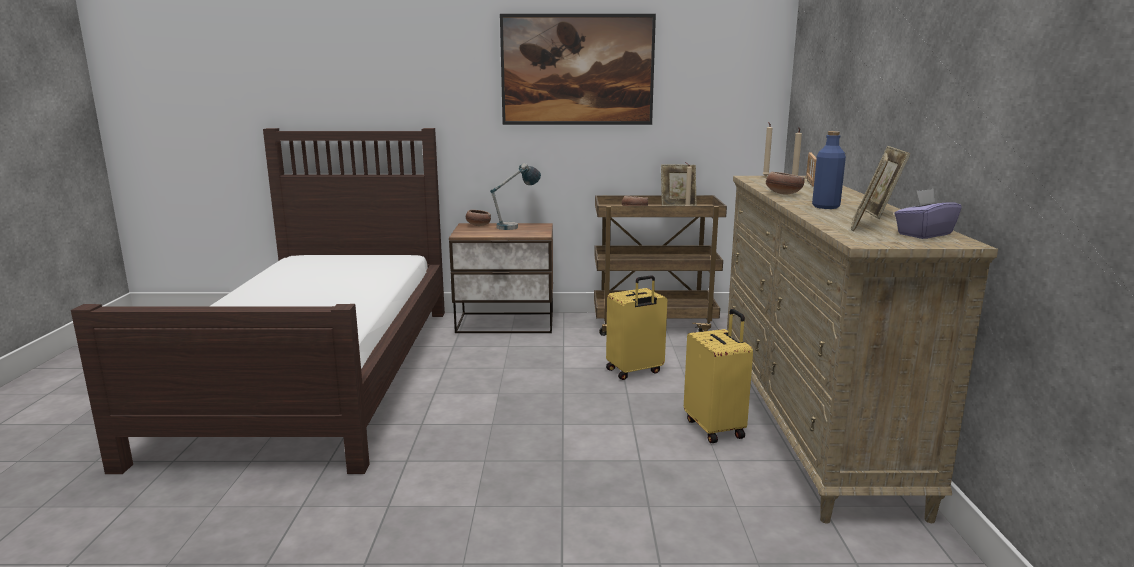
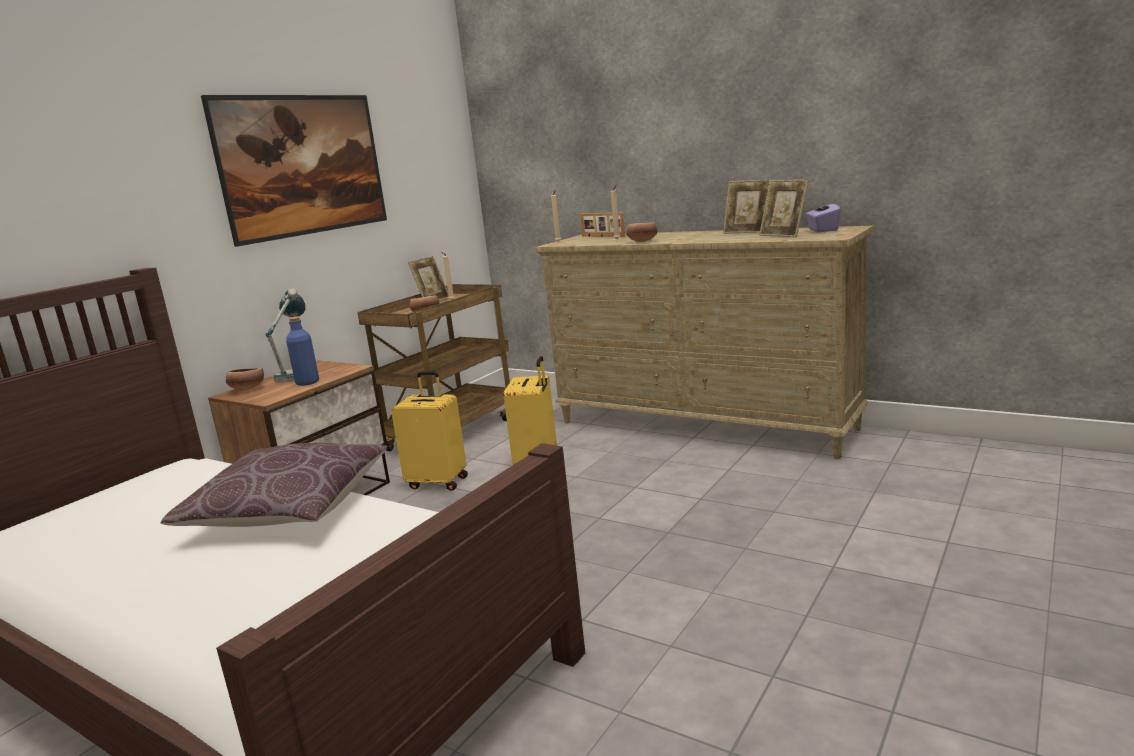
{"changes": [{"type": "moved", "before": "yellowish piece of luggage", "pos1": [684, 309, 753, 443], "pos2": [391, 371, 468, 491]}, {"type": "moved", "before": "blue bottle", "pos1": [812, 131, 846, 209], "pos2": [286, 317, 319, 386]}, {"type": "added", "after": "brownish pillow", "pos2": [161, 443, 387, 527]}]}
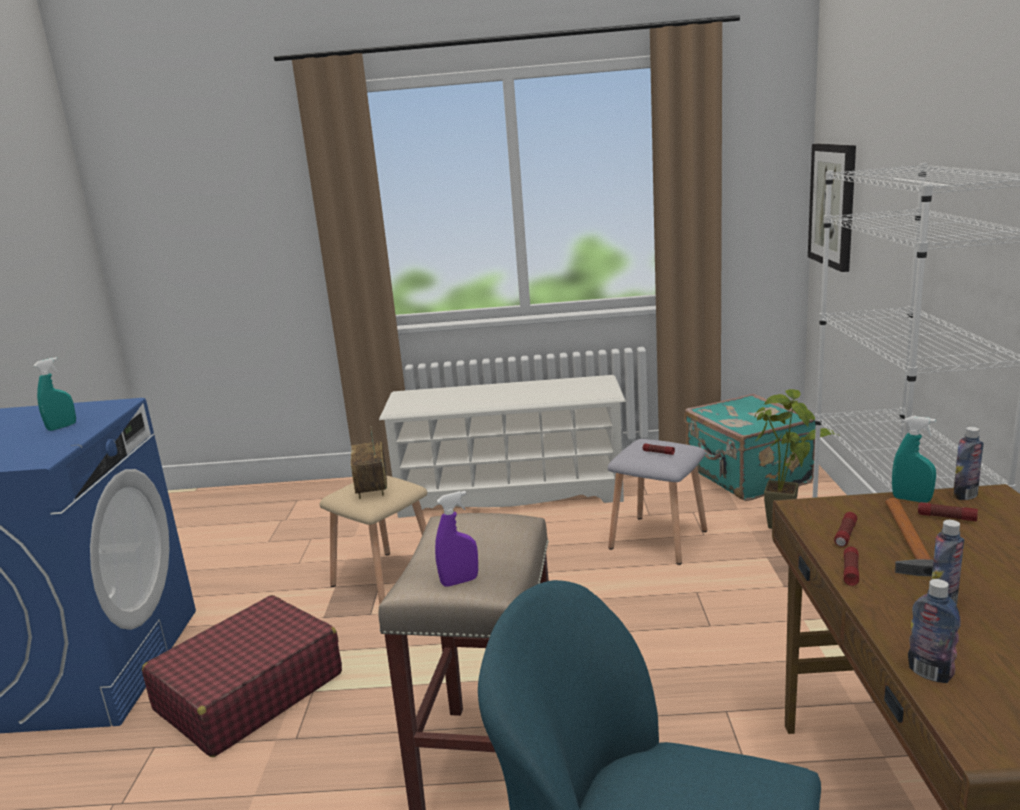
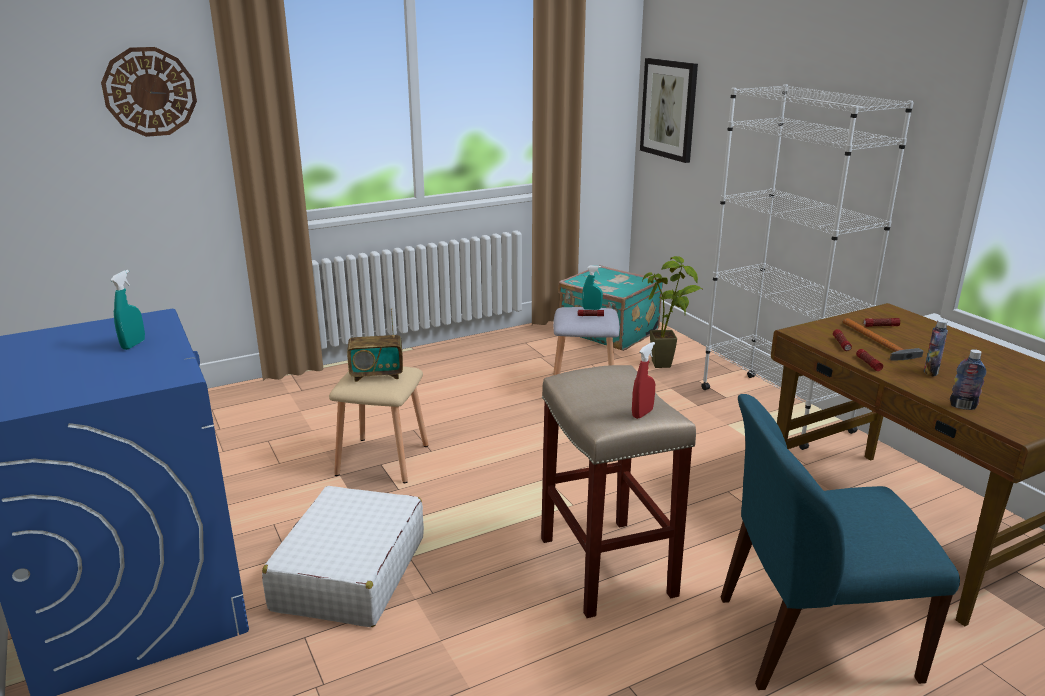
{"changes": [{"type": "recoloured", "before": "reddish piece of luggage", "after": "white-coloured piece of luggage", "pos1": [142, 595, 342, 757], "pos2": [262, 486, 424, 627]}, {"type": "turned", "before": "radio", "pos1": [351, 426, 387, 499], "pos2": [347, 308, 403, 382], "turn": -60}, {"type": "removed", "before": "white-coloured shoe shelf", "pos1": [379, 375, 626, 518]}, {"type": "recoloured", "before": "purple sprayer", "after": "reddish sprayer", "pos1": [435, 491, 478, 587], "pos2": [632, 342, 655, 419]}, {"type": "moved", "before": "turquoise-coloured sprayer", "pos1": [892, 416, 936, 503], "pos2": [582, 265, 603, 310]}, {"type": "removed", "before": "bottle", "pos1": [953, 427, 984, 500]}, {"type": "added", "after": "hanging clock", "pos2": [101, 47, 197, 137]}]}
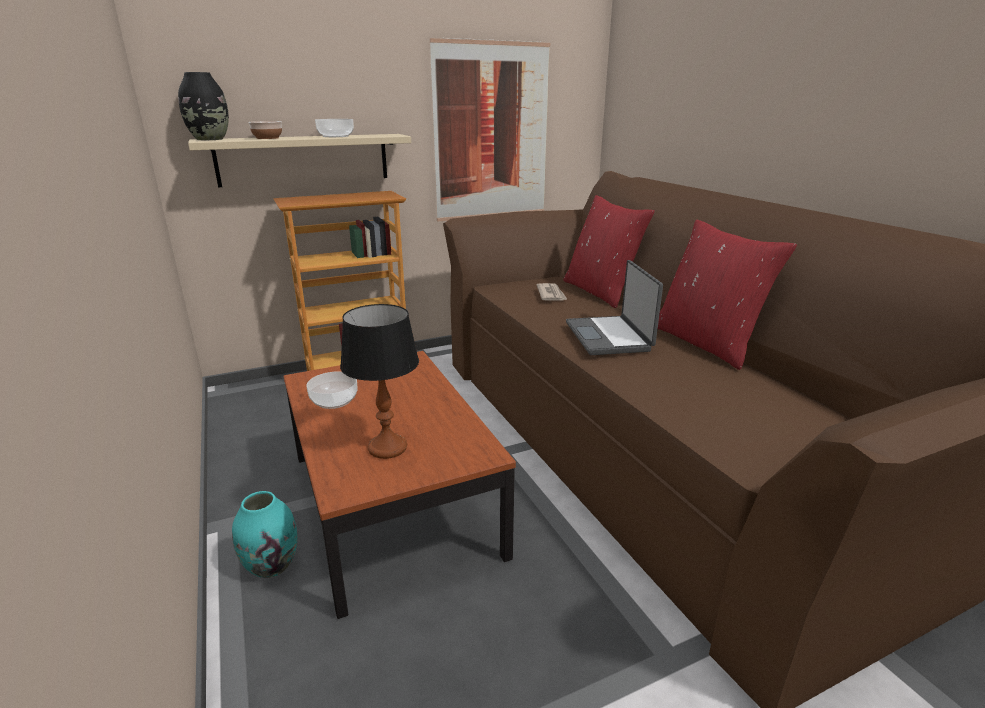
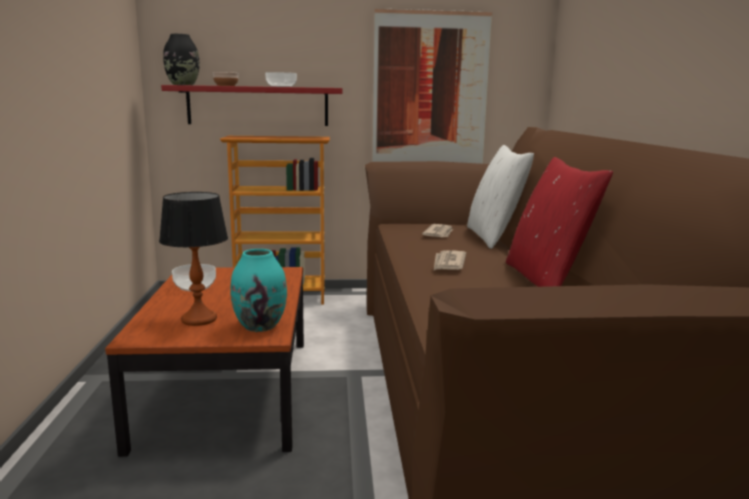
{"changes": [{"type": "recoloured", "before": "beige-coloured bracket shelf", "after": "reddish bracket shelf", "pos1": [188, 134, 411, 187], "pos2": [161, 85, 342, 126]}, {"type": "moved", "before": "turquoise-coloured vase", "pos1": [232, 491, 297, 578], "pos2": [230, 249, 287, 332]}, {"type": "recoloured", "before": "reddish pillow", "after": "white-coloured pillow", "pos1": [563, 195, 655, 308], "pos2": [467, 145, 534, 249]}, {"type": "replaced", "before": "notebook computer", "after": "printed paper", "pos1": [566, 260, 663, 355], "pos2": [434, 250, 466, 270]}]}
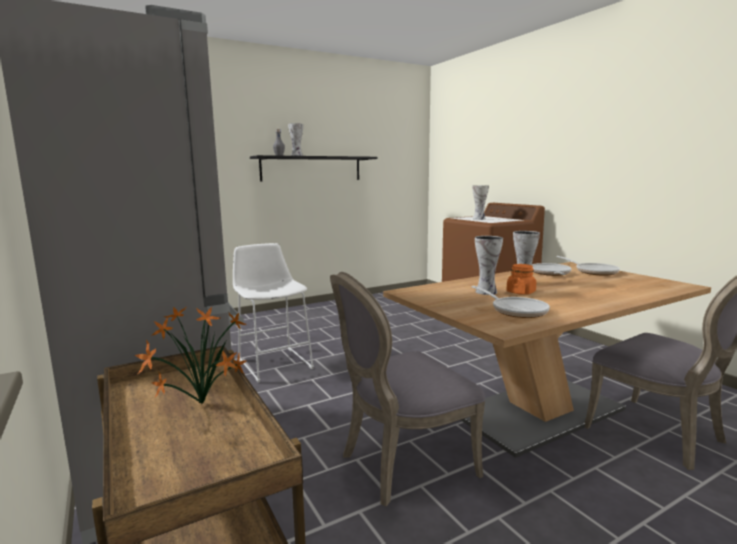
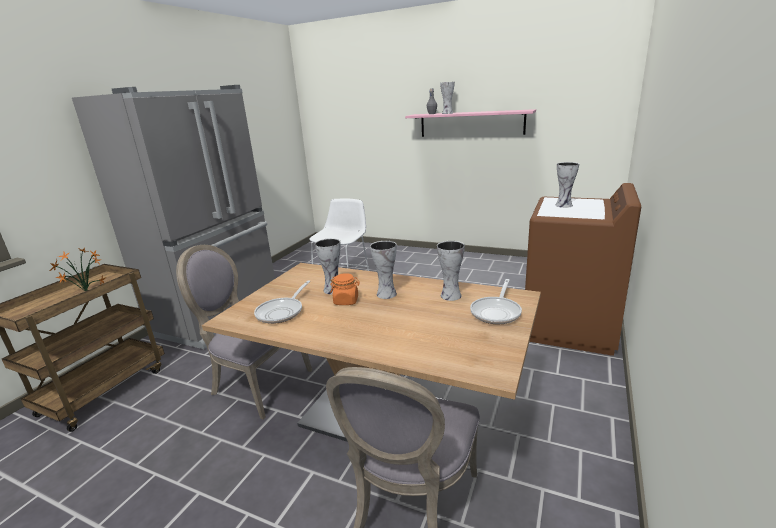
{"changes": [{"type": "recoloured", "before": "black-coloured bracket shelf", "after": "pinkish bracket shelf", "pos1": [250, 155, 378, 181], "pos2": [405, 109, 536, 137]}, {"type": "replaced", "before": "pan", "after": "vase", "pos1": [532, 263, 572, 276], "pos2": [437, 241, 465, 301]}]}
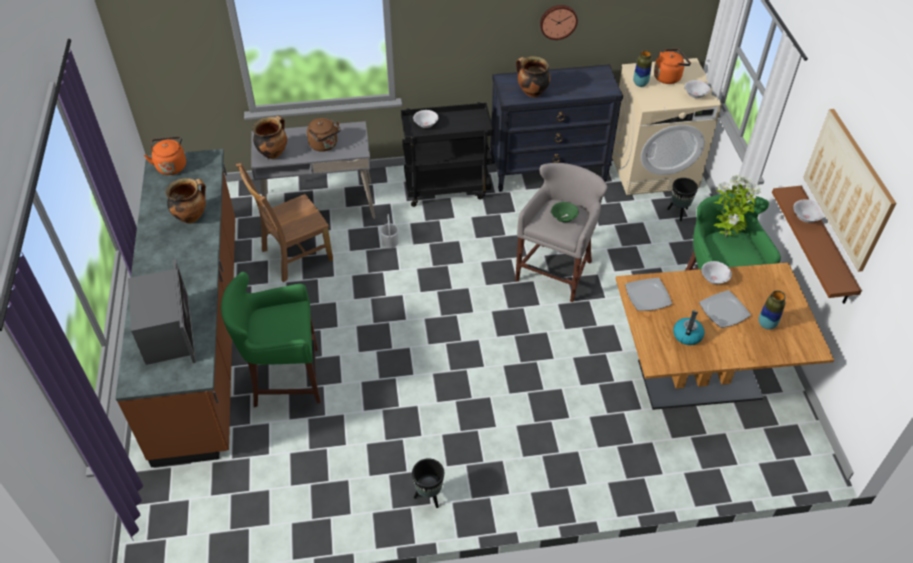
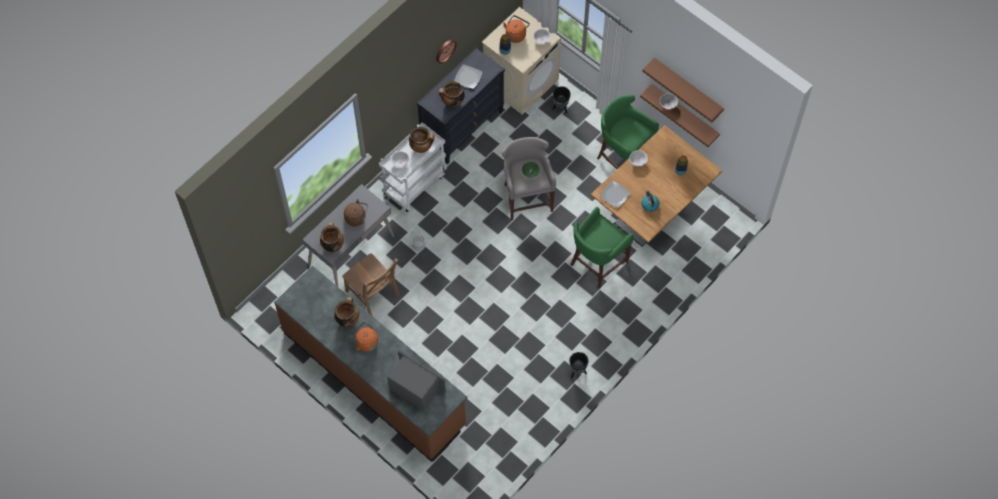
{"changes": [{"type": "moved", "before": "orange-coloured water kettle", "pos1": [144, 136, 186, 175], "pos2": [351, 322, 378, 352]}, {"type": "moved", "before": "green stool seat", "pos1": [221, 272, 321, 407], "pos2": [570, 207, 634, 288]}, {"type": "turned", "before": "brownish upright chair", "pos1": [236, 163, 333, 282], "pos2": [342, 253, 399, 315], "turn": -60}, {"type": "recoloured", "before": "black-coloured cart", "after": "white-coloured cart", "pos1": [401, 102, 493, 207], "pos2": [379, 122, 447, 212]}, {"type": "moved", "before": "plate", "pos1": [699, 290, 751, 328], "pos2": [454, 64, 483, 89]}, {"type": "removed", "before": "houseplant", "pos1": [714, 175, 761, 237]}, {"type": "replaced", "before": "wall art", "after": "brownish bracket shelf", "pos1": [803, 109, 896, 272], "pos2": [642, 58, 724, 122]}, {"type": "added", "after": "stockpot", "pos2": [409, 127, 435, 153]}]}
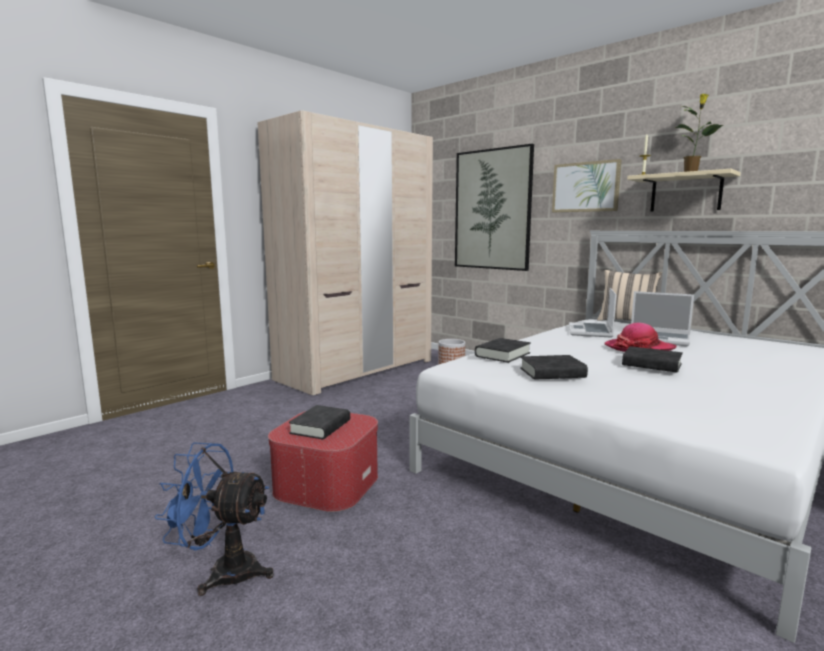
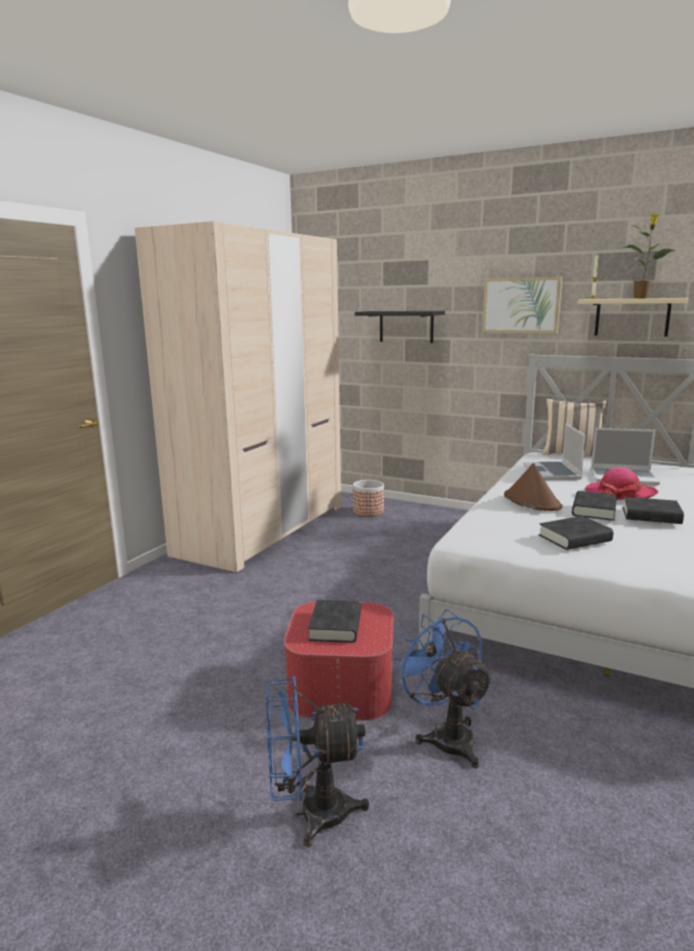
{"changes": [{"type": "replaced", "before": "wall art", "after": "black-coloured bracket shelf", "pos1": [455, 144, 534, 271], "pos2": [355, 311, 445, 343]}, {"type": "moved", "before": "black-coloured bound book", "pos1": [475, 338, 531, 363], "pos2": [572, 491, 617, 521]}, {"type": "added", "after": "blue cooling fan", "pos2": [392, 609, 494, 768]}, {"type": "added", "after": "brownish hat", "pos2": [504, 463, 562, 511]}]}
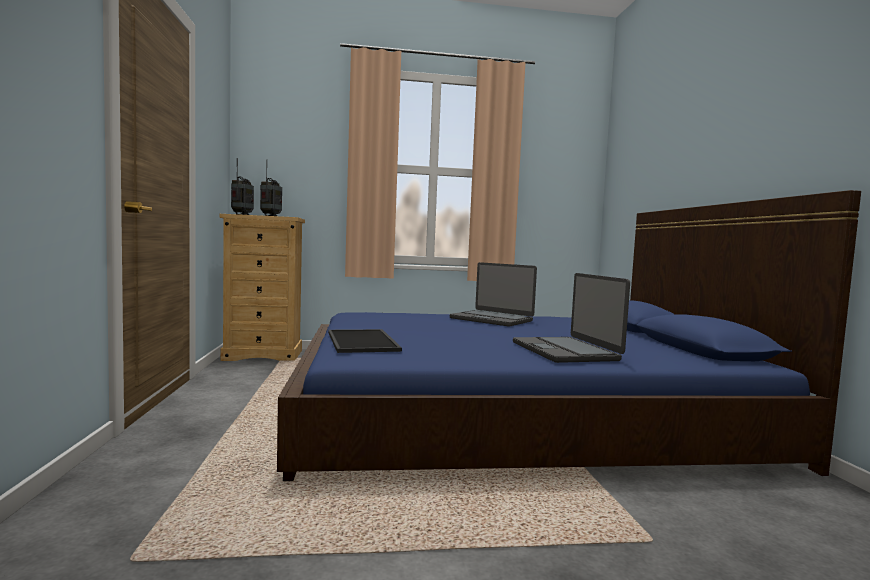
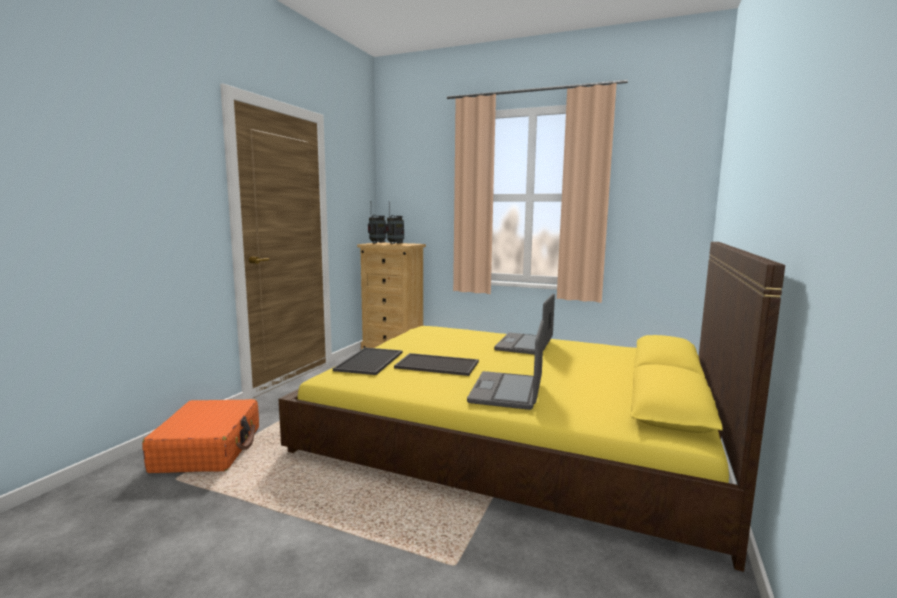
{"changes": [{"type": "recoloured", "before": "blue bed", "after": "yellowish bed", "pos1": [277, 190, 861, 481], "pos2": [279, 242, 785, 572]}, {"type": "turned", "before": "notebook computer", "pos1": [450, 262, 537, 327], "pos2": [494, 294, 555, 355], "turn": 45}, {"type": "added", "after": "orange-coloured piece of luggage", "pos2": [142, 399, 259, 473]}, {"type": "added", "after": "carrying tray", "pos2": [394, 353, 479, 376]}]}
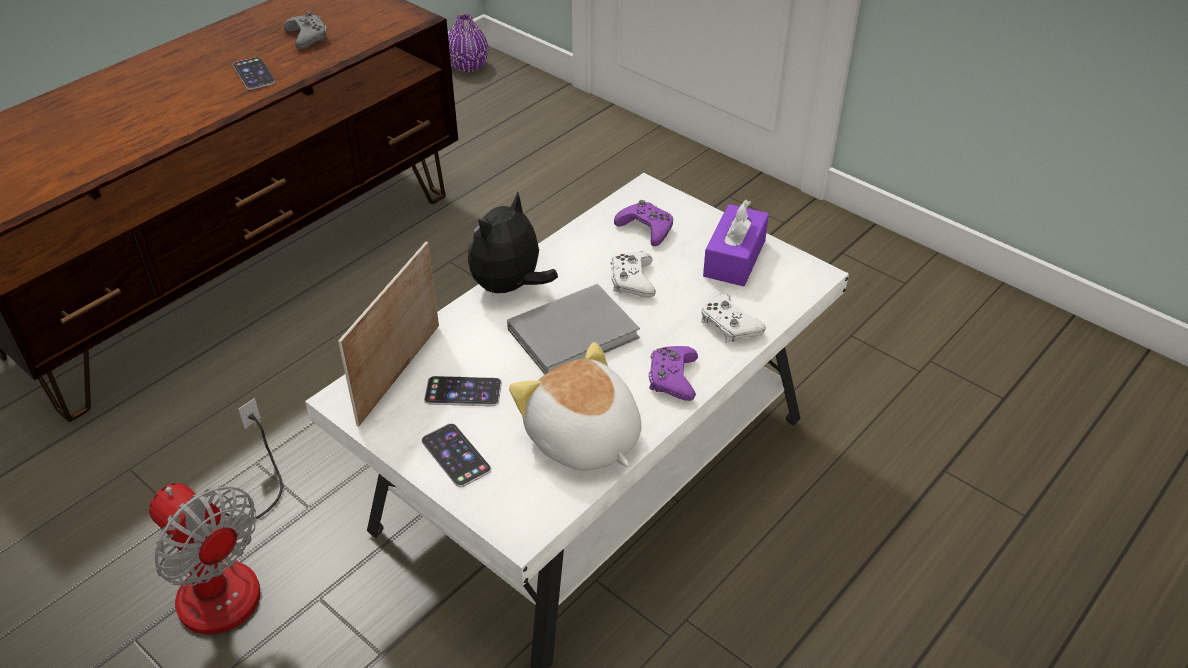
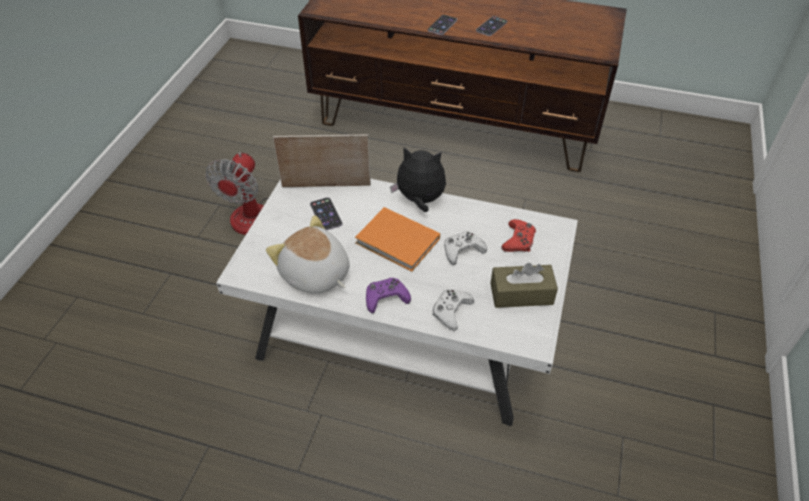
{"changes": [{"type": "removed", "before": "gray joypad", "pos1": [284, 12, 328, 49]}, {"type": "moved", "before": "handset", "pos1": [422, 423, 491, 488], "pos2": [428, 15, 457, 35]}, {"type": "removed", "before": "purple vase", "pos1": [448, 14, 488, 72]}, {"type": "recoloured", "before": "gray bound book", "after": "orange-coloured bound book", "pos1": [507, 284, 640, 374], "pos2": [355, 207, 440, 271]}, {"type": "turned", "before": "cuddly toy", "pos1": [509, 342, 642, 471], "pos2": [266, 215, 350, 294], "turn": -75}, {"type": "recoloured", "before": "purple joypad", "after": "reddish joypad", "pos1": [614, 200, 673, 246], "pos2": [501, 219, 536, 252]}, {"type": "recoloured", "before": "purple tissue holder", "after": "brownish tissue holder", "pos1": [703, 200, 769, 286], "pos2": [490, 263, 558, 308]}]}
